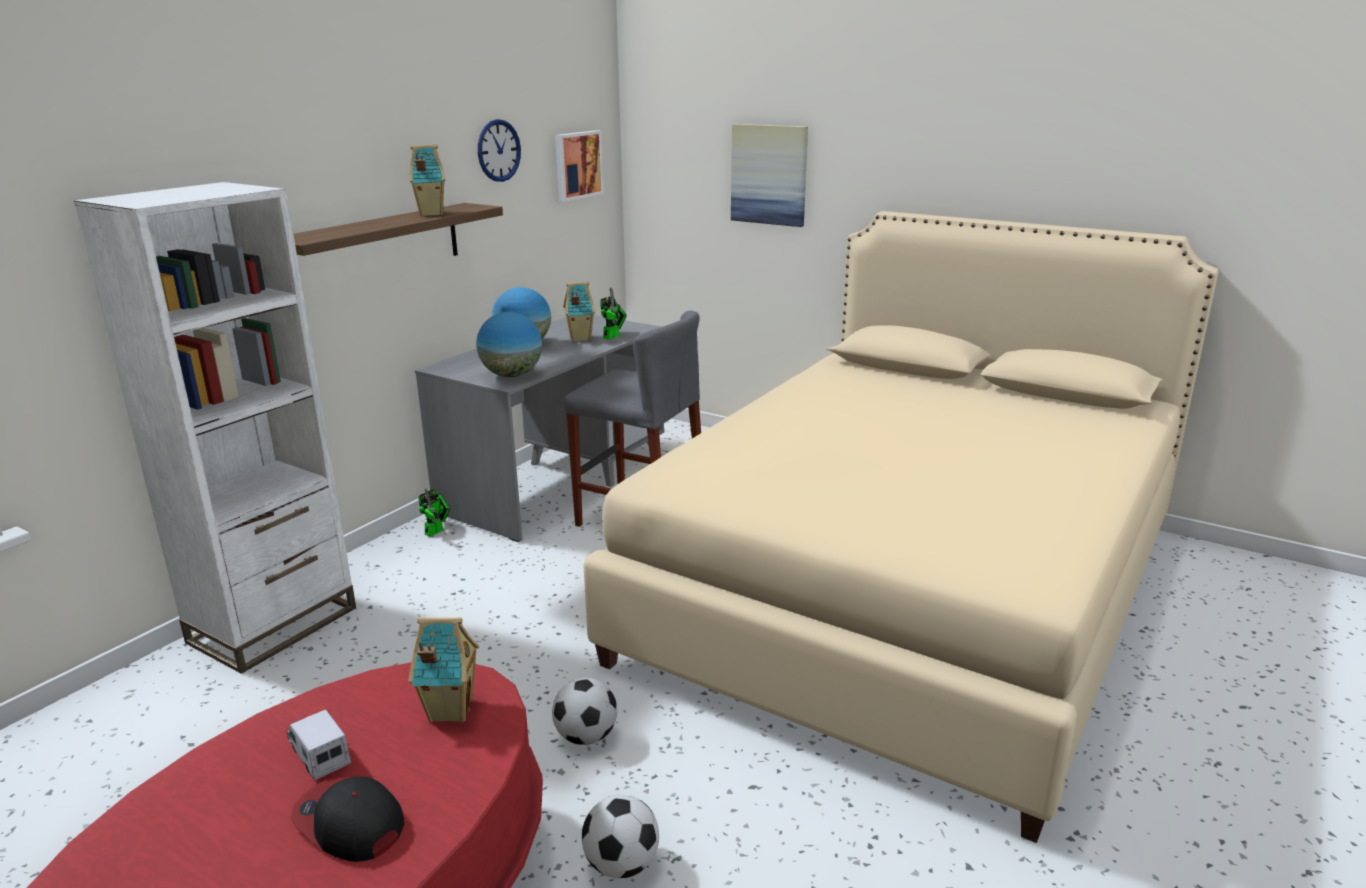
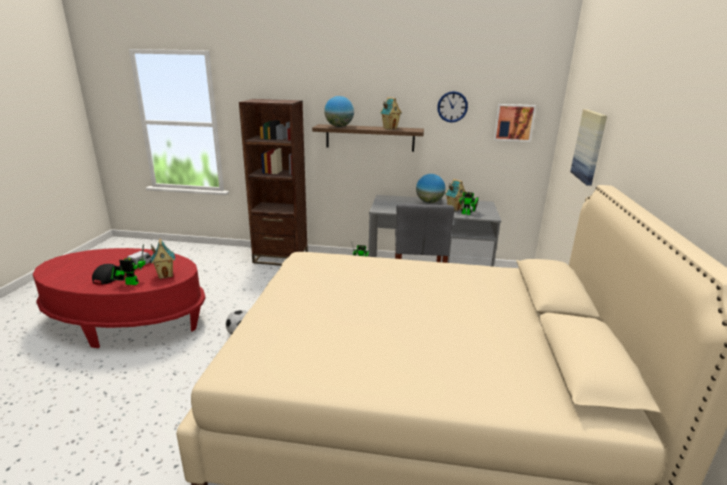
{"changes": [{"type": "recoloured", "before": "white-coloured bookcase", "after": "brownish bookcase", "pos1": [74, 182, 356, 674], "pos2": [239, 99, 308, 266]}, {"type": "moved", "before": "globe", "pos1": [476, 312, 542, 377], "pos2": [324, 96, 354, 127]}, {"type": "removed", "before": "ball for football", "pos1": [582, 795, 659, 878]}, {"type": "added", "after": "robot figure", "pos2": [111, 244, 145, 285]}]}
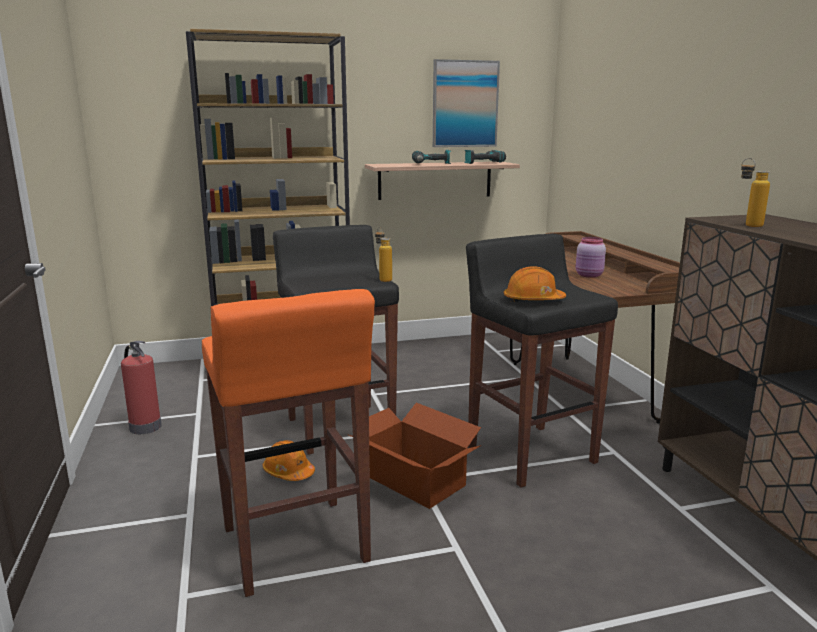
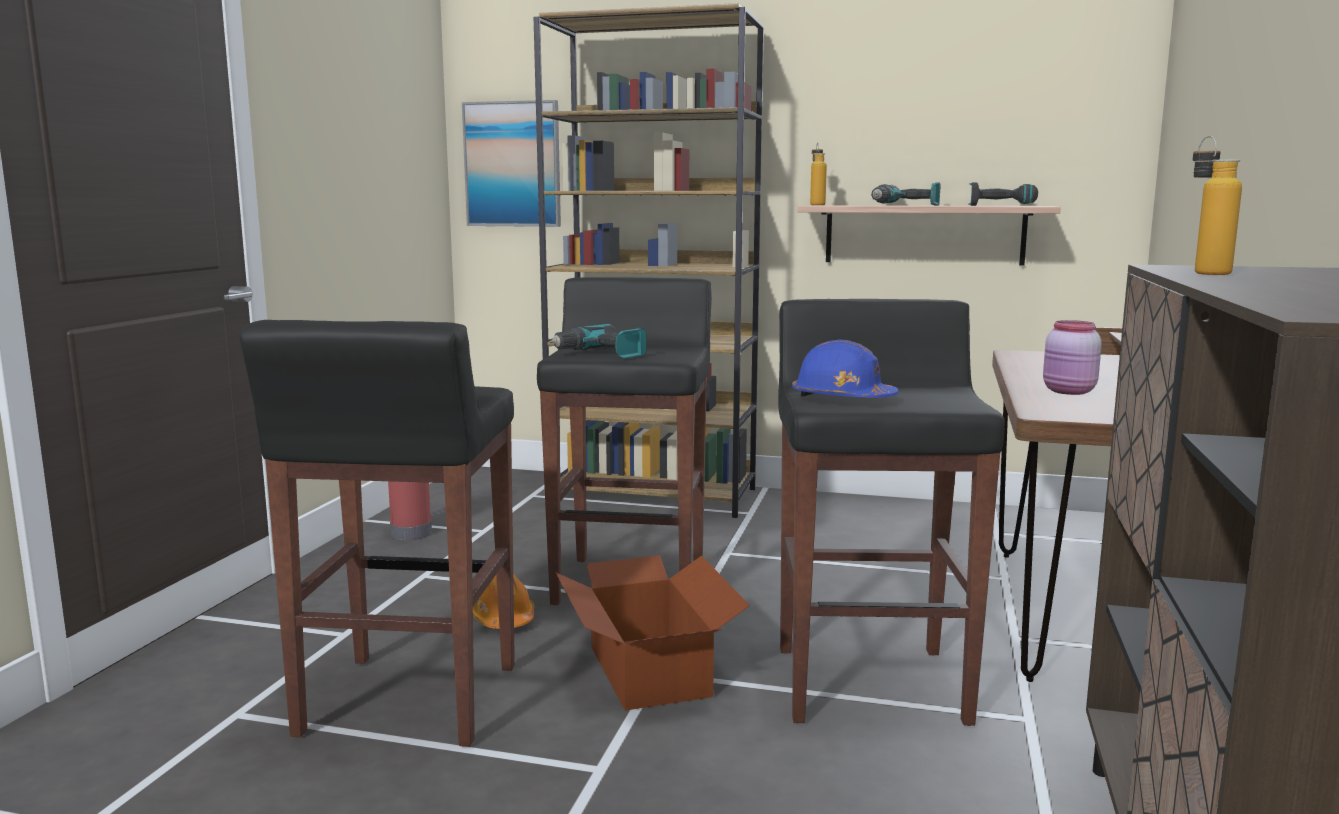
{"changes": [{"type": "recoloured", "before": "orange-coloured stool seat", "after": "black-coloured stool seat", "pos1": [202, 289, 375, 597], "pos2": [239, 320, 515, 747]}, {"type": "moved", "before": "bottle", "pos1": [375, 227, 392, 282], "pos2": [810, 143, 827, 205]}, {"type": "moved", "before": "wall art", "pos1": [433, 59, 500, 147], "pos2": [462, 100, 561, 227]}, {"type": "recoloured", "before": "orange-coloured hard hat", "after": "blue hard hat", "pos1": [504, 266, 566, 302], "pos2": [792, 340, 899, 397]}, {"type": "added", "after": "drill", "pos2": [549, 324, 647, 359]}]}
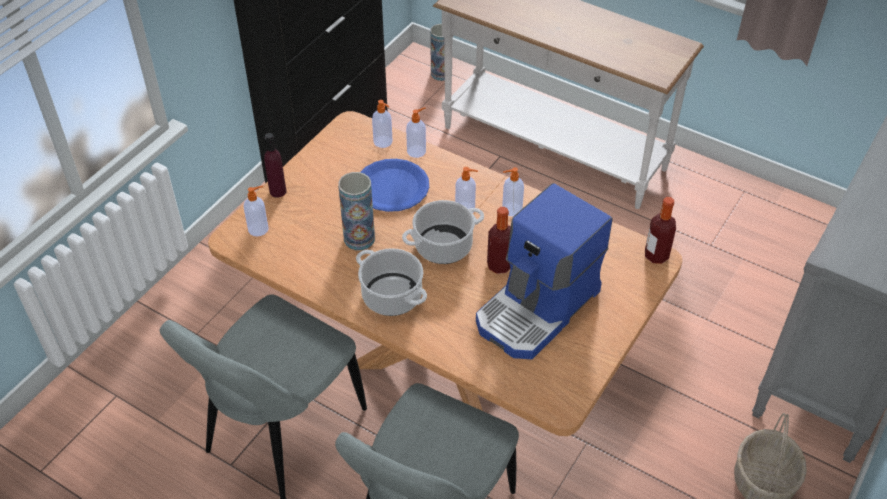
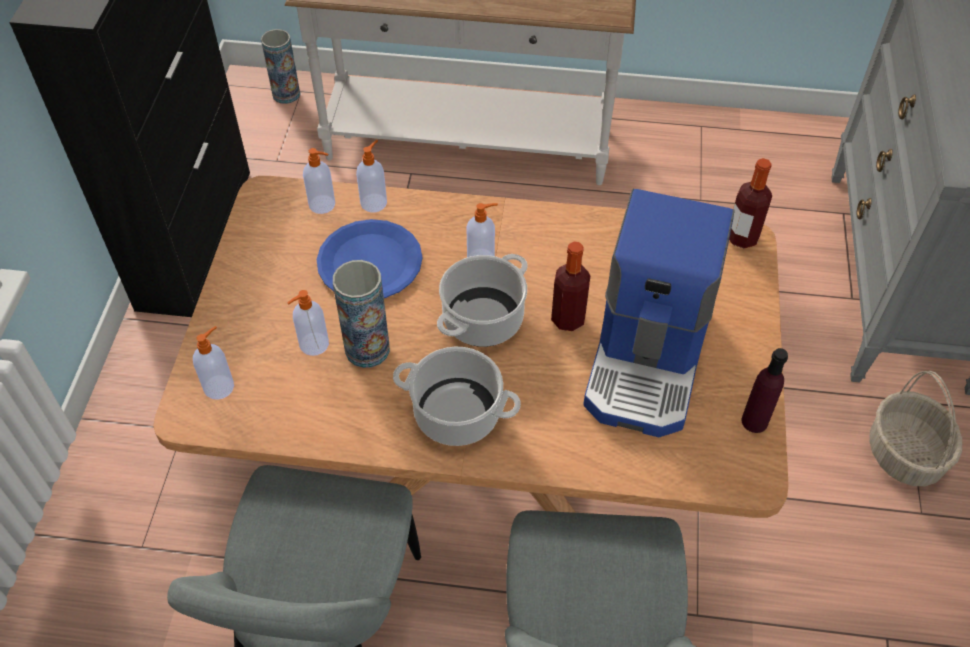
{"changes": [{"type": "moved", "before": "purple bottle", "pos1": [264, 133, 287, 198], "pos2": [741, 348, 788, 433]}, {"type": "moved", "before": "soap bottle", "pos1": [502, 167, 524, 216], "pos2": [287, 290, 329, 356]}]}
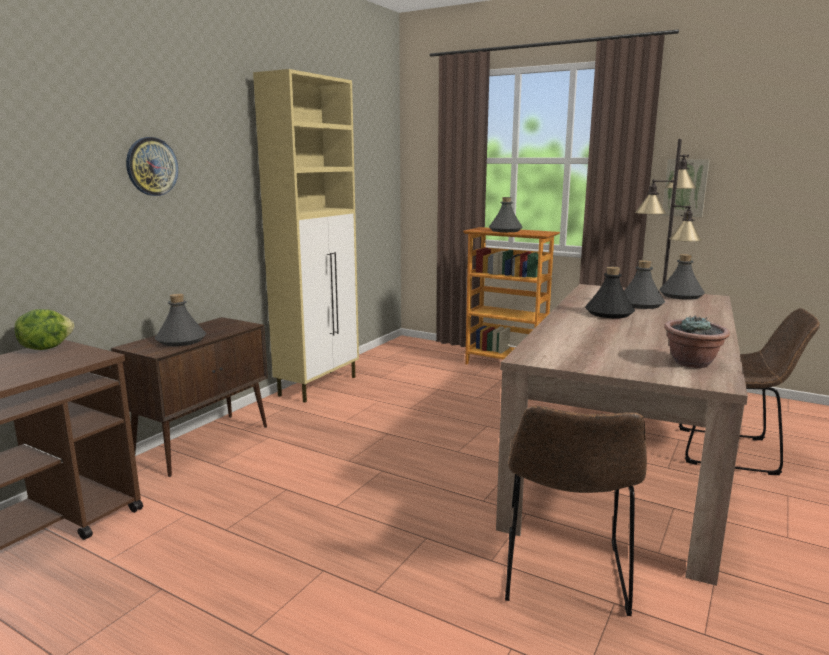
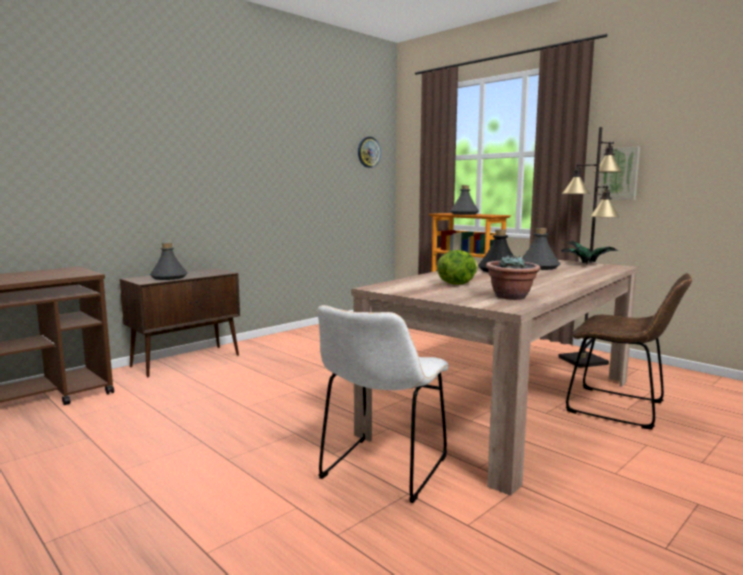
{"changes": [{"type": "moved", "before": "lettuce", "pos1": [14, 309, 75, 350], "pos2": [437, 250, 478, 285]}, {"type": "moved", "before": "hanging clock", "pos1": [126, 137, 178, 196], "pos2": [358, 137, 381, 168]}, {"type": "removed", "before": "beige-coloured cupboard", "pos1": [253, 69, 359, 403]}, {"type": "recoloured", "before": "brownish upright chair", "after": "white-coloured upright chair", "pos1": [505, 406, 647, 616], "pos2": [318, 305, 449, 503]}, {"type": "replaced", "before": "gray bottle", "after": "houseplant", "pos1": [659, 254, 705, 300], "pos2": [561, 241, 618, 264]}]}
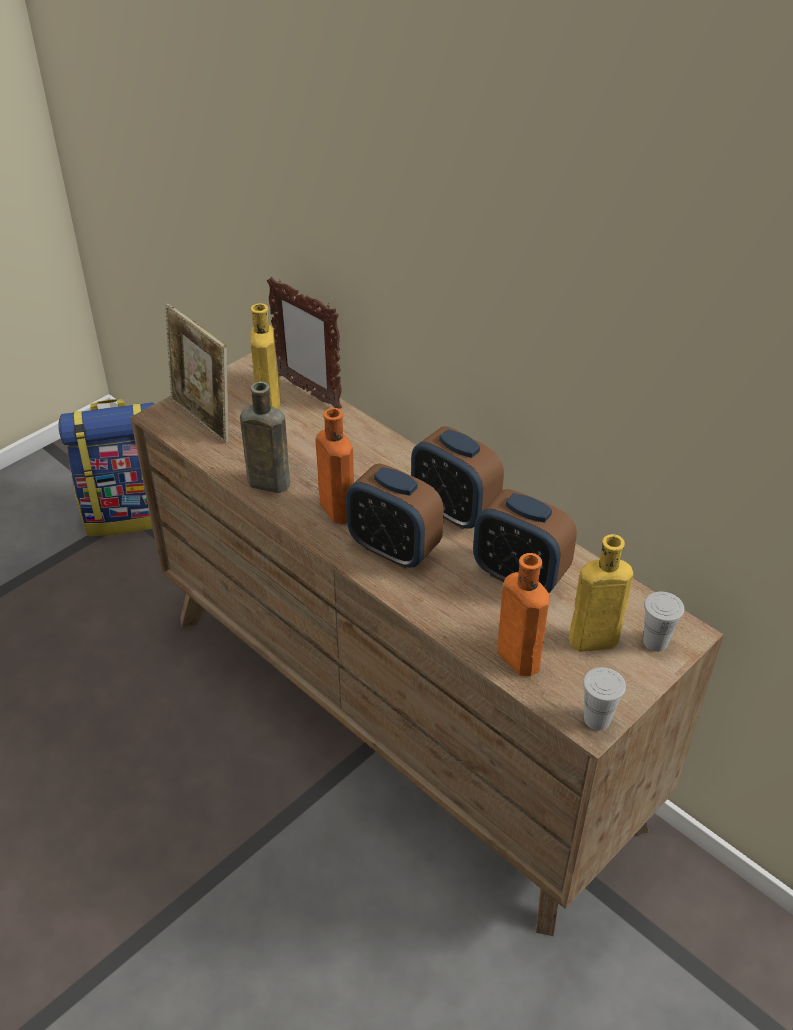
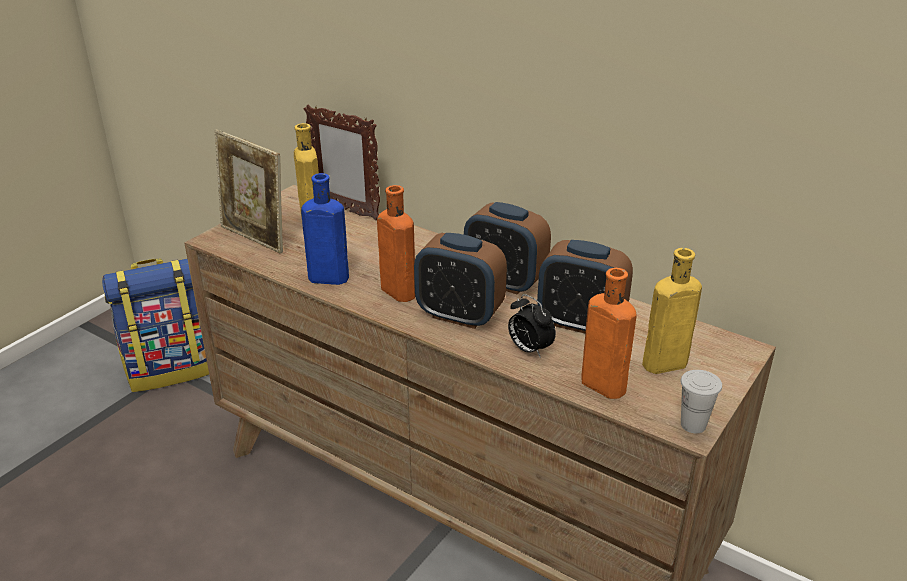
{"changes": [{"type": "recoloured", "before": "brownish bottle", "after": "blue bottle", "pos1": [240, 381, 290, 493], "pos2": [301, 173, 349, 285]}, {"type": "removed", "before": "white-coloured drinking cup", "pos1": [643, 592, 684, 652]}, {"type": "added", "after": "table clock", "pos2": [508, 294, 556, 358]}]}
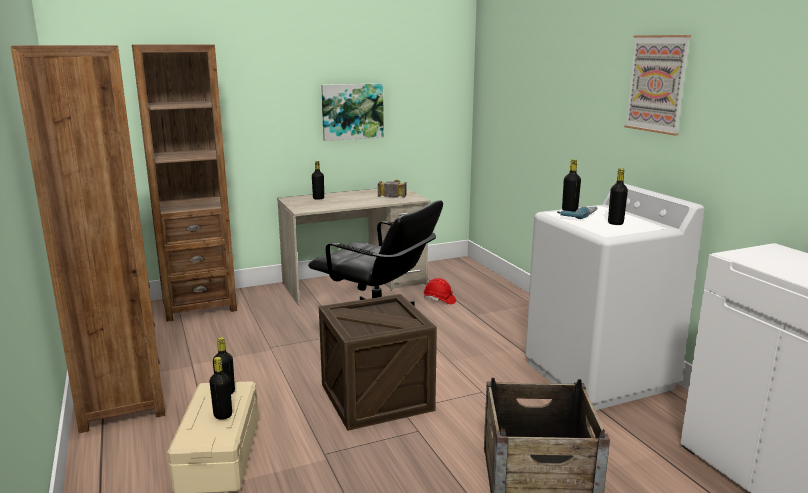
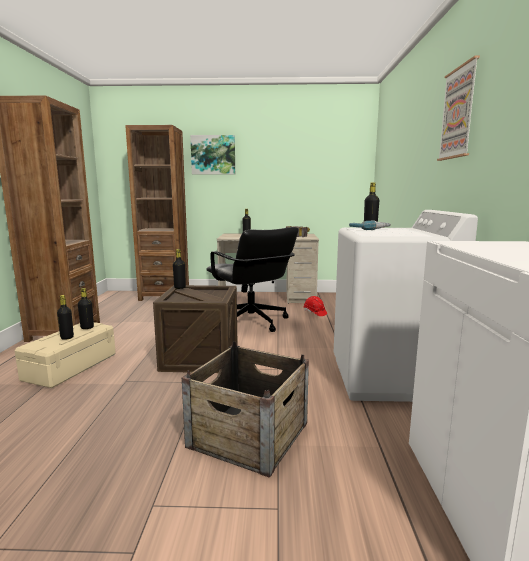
{"changes": [{"type": "moved", "before": "wall art", "pos1": [321, 83, 384, 141], "pos2": [190, 135, 235, 175]}, {"type": "moved", "before": "black-coloured bottle", "pos1": [608, 168, 628, 225], "pos2": [173, 249, 186, 289]}]}
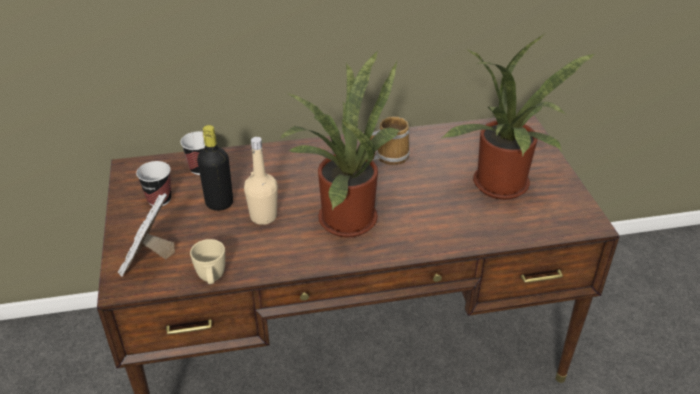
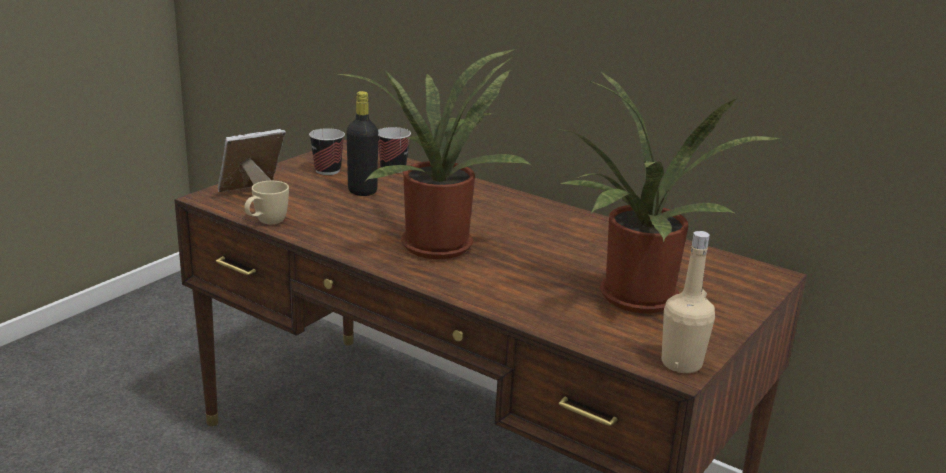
{"changes": [{"type": "moved", "before": "beige-coloured bottle", "pos1": [244, 137, 278, 225], "pos2": [662, 231, 715, 373]}, {"type": "removed", "before": "coffee mug", "pos1": [370, 117, 410, 165]}]}
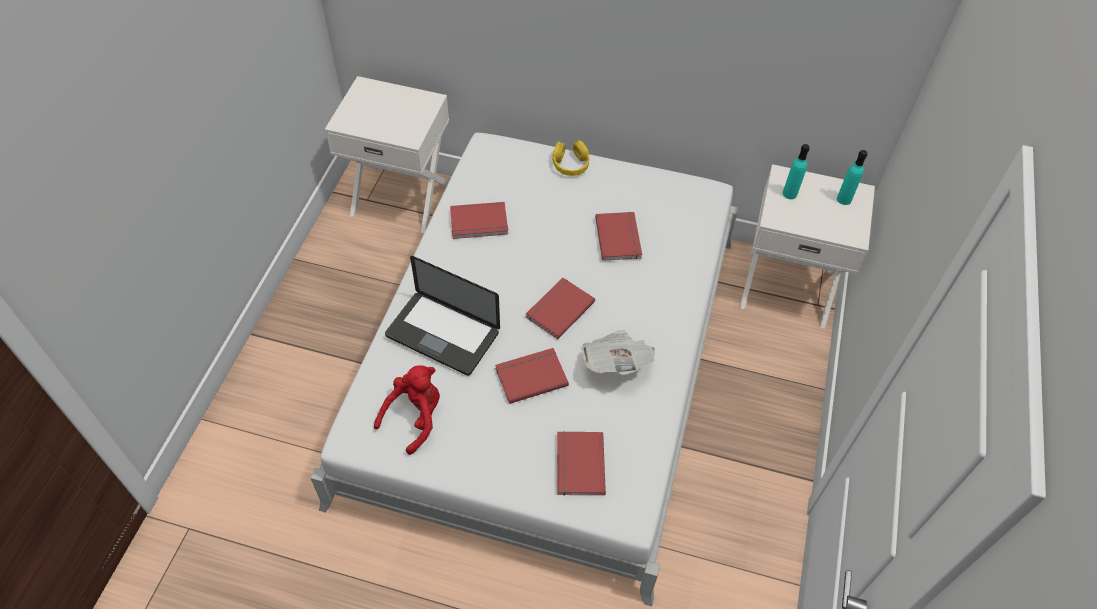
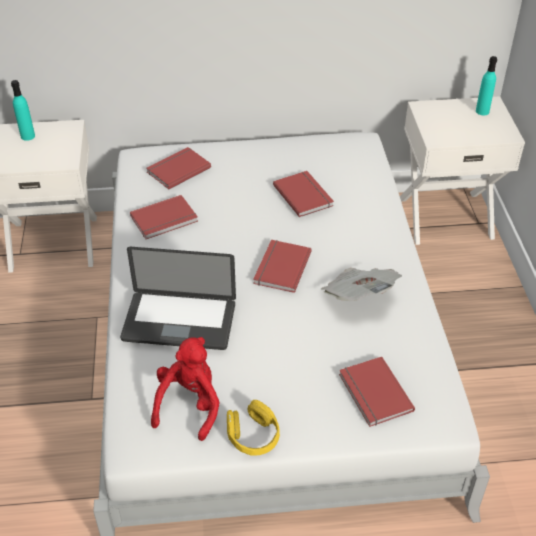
{"changes": [{"type": "moved", "before": "reddish bound book", "pos1": [495, 348, 569, 404], "pos2": [146, 147, 211, 189]}, {"type": "moved", "before": "yellowish pair of headphones", "pos1": [552, 140, 589, 176], "pos2": [227, 400, 280, 456]}, {"type": "moved", "before": "turquoise-coloured bottle", "pos1": [783, 144, 810, 199], "pos2": [11, 80, 35, 141]}]}
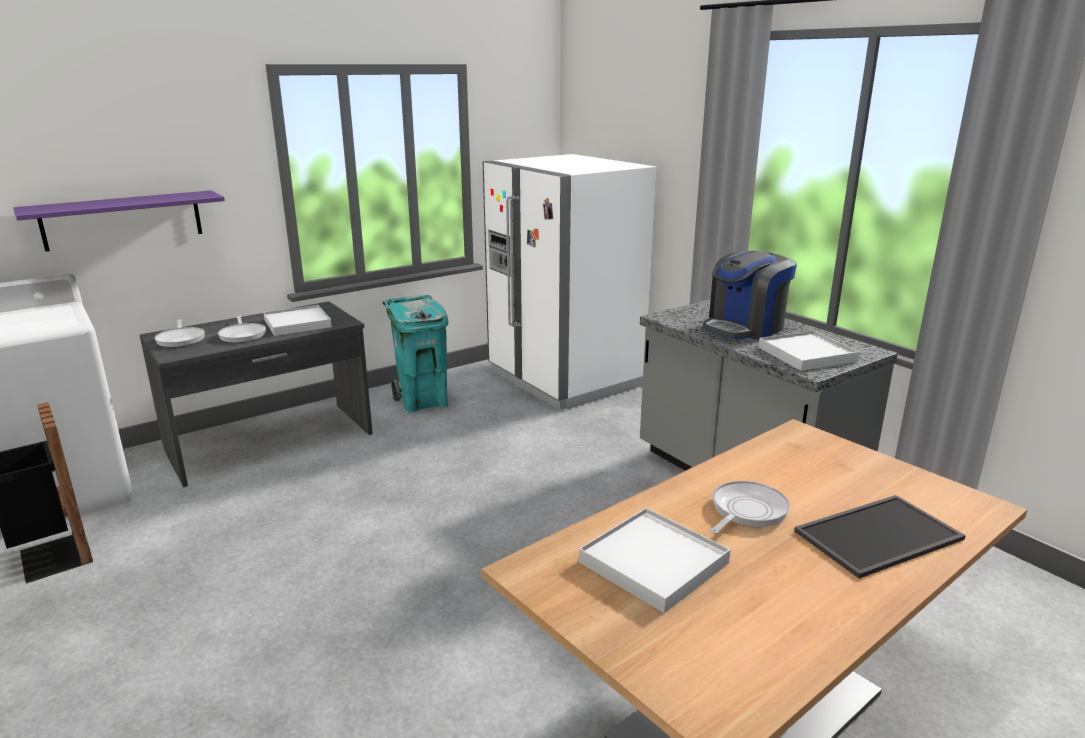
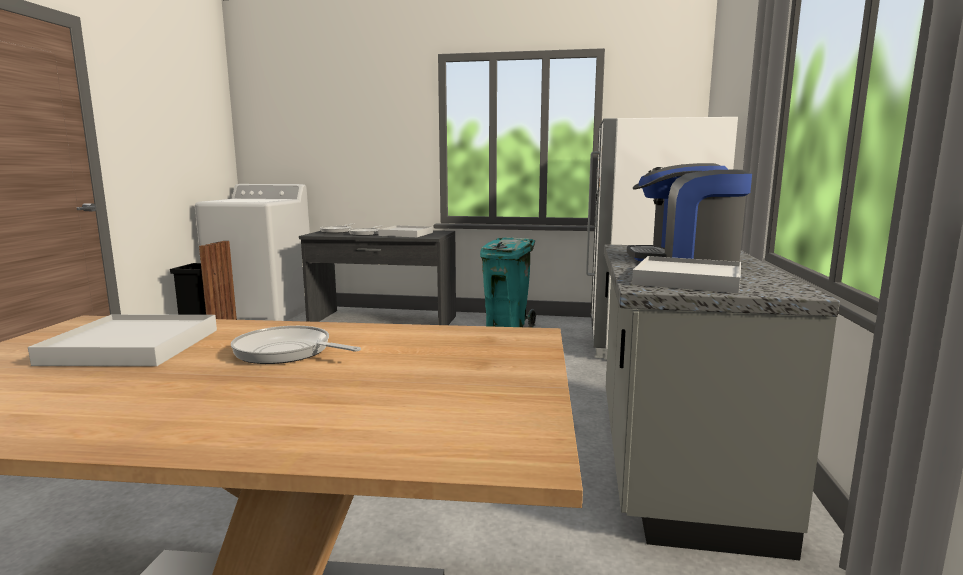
{"changes": [{"type": "removed", "before": "purple bracket shelf", "pos1": [13, 190, 225, 252]}, {"type": "turned", "before": "pan", "pos1": [710, 481, 790, 534], "pos2": [231, 326, 361, 364], "turn": -150}, {"type": "removed", "before": "carrying tray", "pos1": [794, 495, 966, 579]}]}
